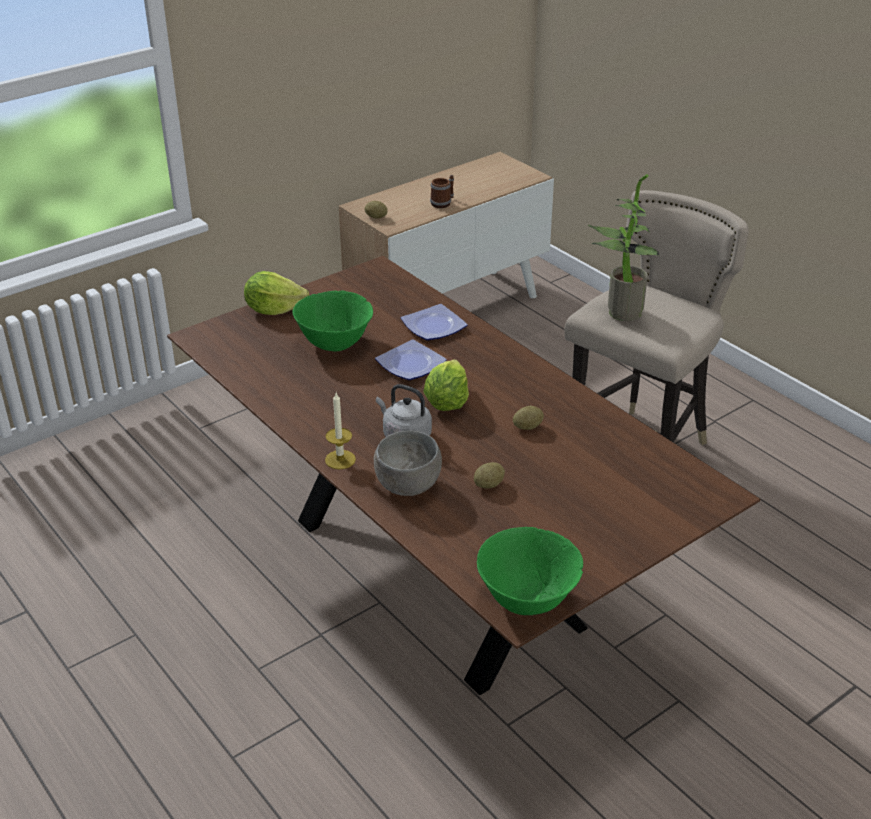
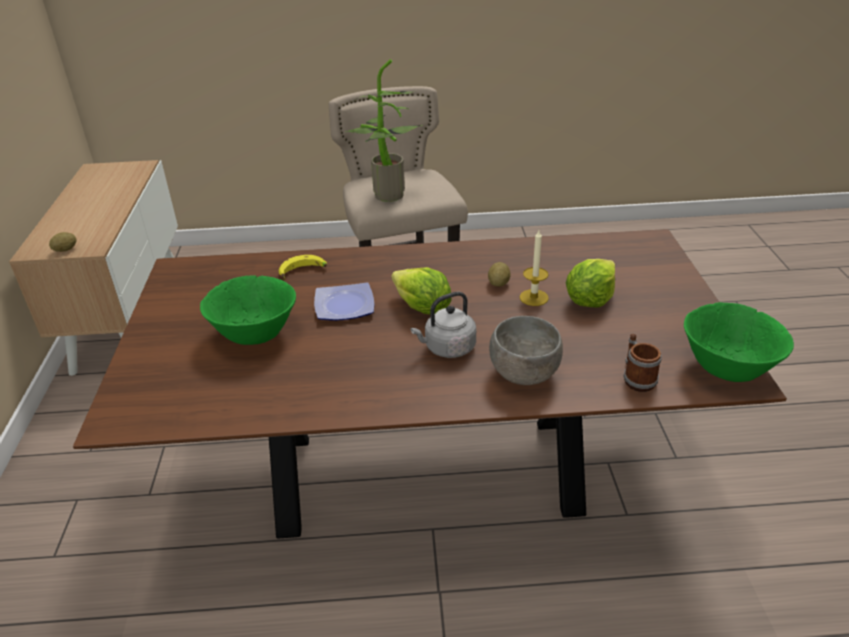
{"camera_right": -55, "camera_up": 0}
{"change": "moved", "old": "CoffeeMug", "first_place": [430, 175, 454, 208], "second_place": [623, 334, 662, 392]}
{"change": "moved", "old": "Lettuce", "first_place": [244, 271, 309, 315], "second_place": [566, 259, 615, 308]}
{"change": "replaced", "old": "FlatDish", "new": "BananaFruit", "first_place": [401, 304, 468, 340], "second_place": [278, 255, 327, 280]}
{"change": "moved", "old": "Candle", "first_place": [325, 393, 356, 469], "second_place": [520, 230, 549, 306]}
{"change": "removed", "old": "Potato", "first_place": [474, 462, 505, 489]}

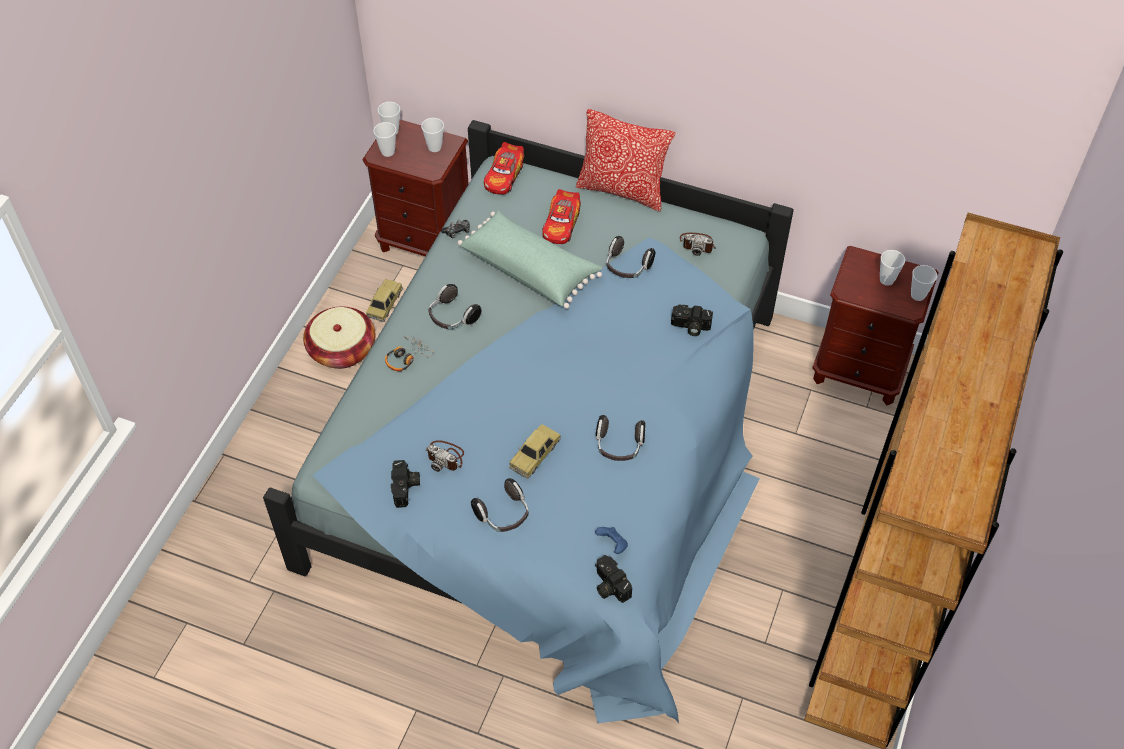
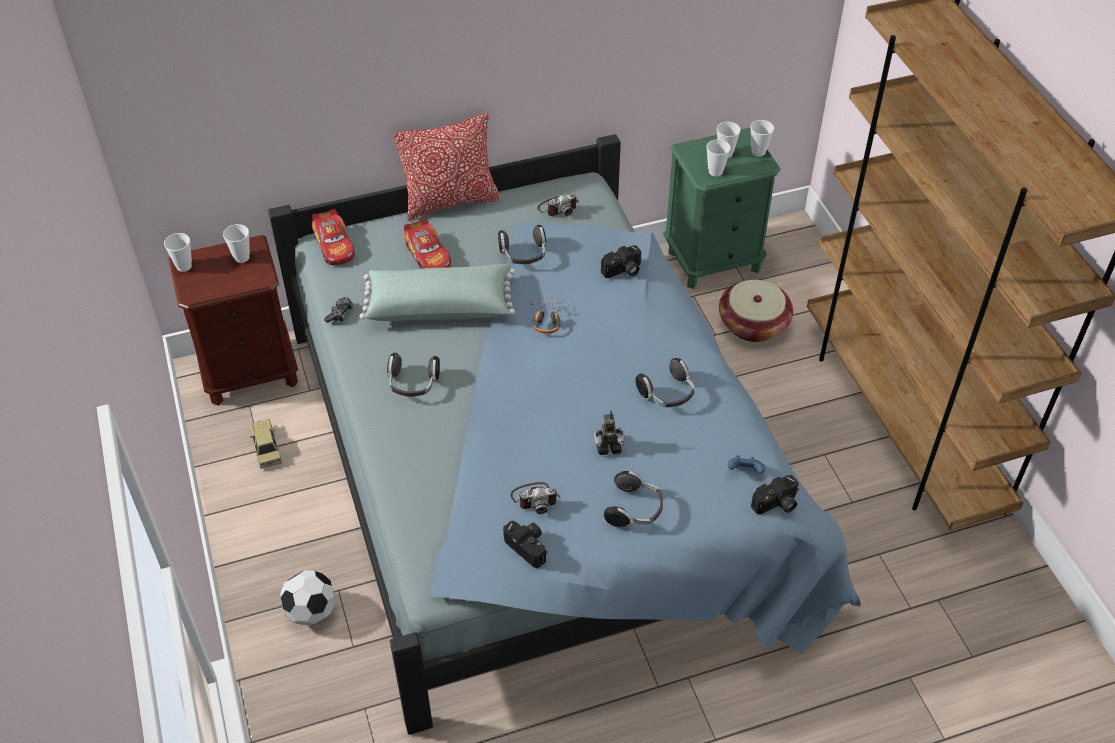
{"camera_right": -40, "camera_up": -5}
{"change": "moved", "old": "DrinkingCup", "first_place": [374, 122, 396, 157], "second_place": [706, 139, 731, 177]}
{"change": "recoloured", "old": "BrownColouredNightstand", "new": "GreenishNightstand", "first_place": [812, 246, 939, 405], "second_place": [663, 128, 780, 289]}
{"change": "moved", "old": "StorageBasket", "first_place": [303, 306, 375, 369], "second_place": [719, 280, 793, 342]}
{"change": "moved", "old": "Headset", "first_place": [385, 336, 433, 371], "second_place": [531, 298, 569, 334]}
{"change": "replaced", "old": "ModelCar", "new": "RobotFigure", "first_place": [509, 424, 561, 479], "second_place": [594, 410, 624, 455]}
{"change": "turned", "old": "StillCamera", "first_place": [595, 555, 632, 603], "second_place": [751, 475, 799, 514], "degrees": -45}
{"change": "added", "new": "FootballBall", "second_place": [280, 570, 335, 625]}

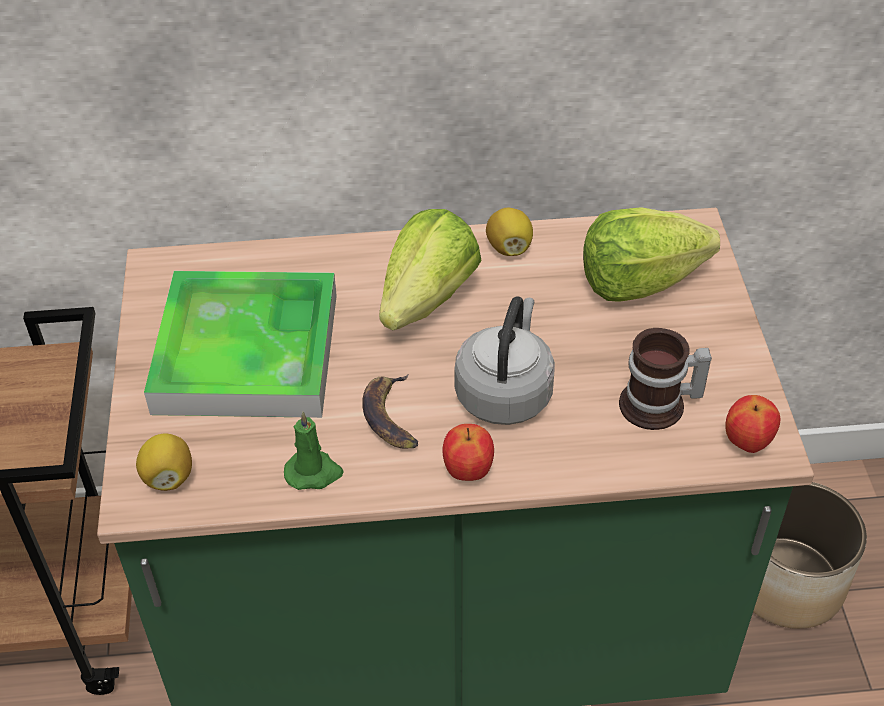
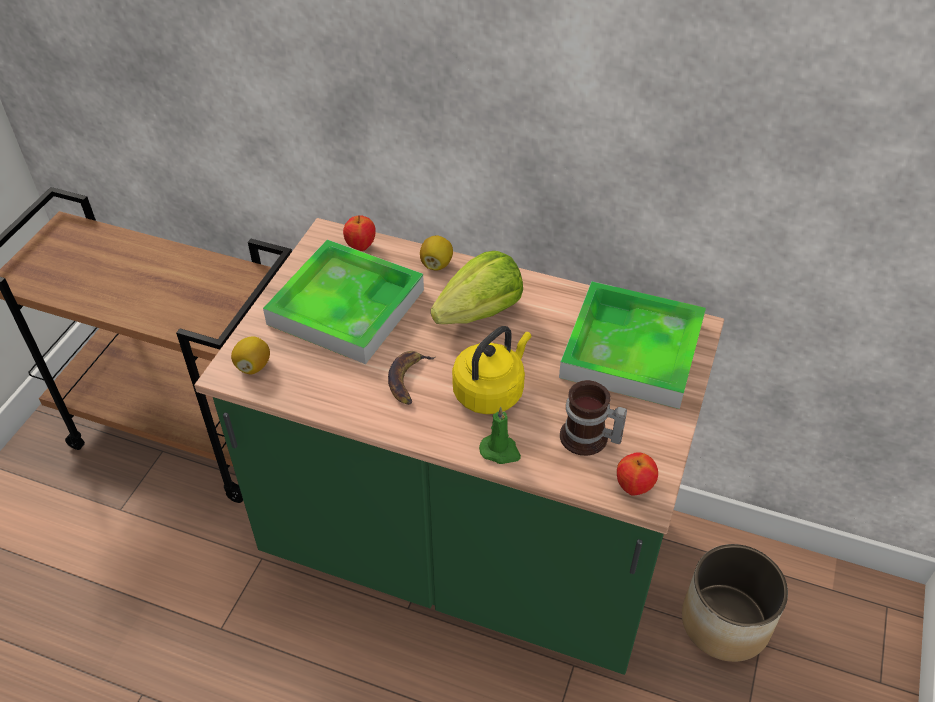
{"camera_right": 25, "camera_up": 0}
{"change": "replaced", "old": "Lettuce", "new": "ServingTray", "first_place": [583, 207, 720, 302], "second_place": [559, 281, 706, 409]}
{"change": "moved", "old": "WholeLemon", "first_place": [486, 208, 533, 256], "second_place": [420, 236, 453, 271]}
{"change": "recoloured", "old": "GreyWaterKettle", "new": "YellowishWaterKettle", "first_place": [455, 296, 555, 425], "second_place": [452, 326, 531, 414]}
{"change": "moved", "old": "GreenishCandle", "first_place": [284, 411, 344, 490], "second_place": [479, 407, 521, 464]}
{"change": "moved", "old": "AppleFruit", "first_place": [442, 424, 494, 481], "second_place": [343, 215, 376, 251]}

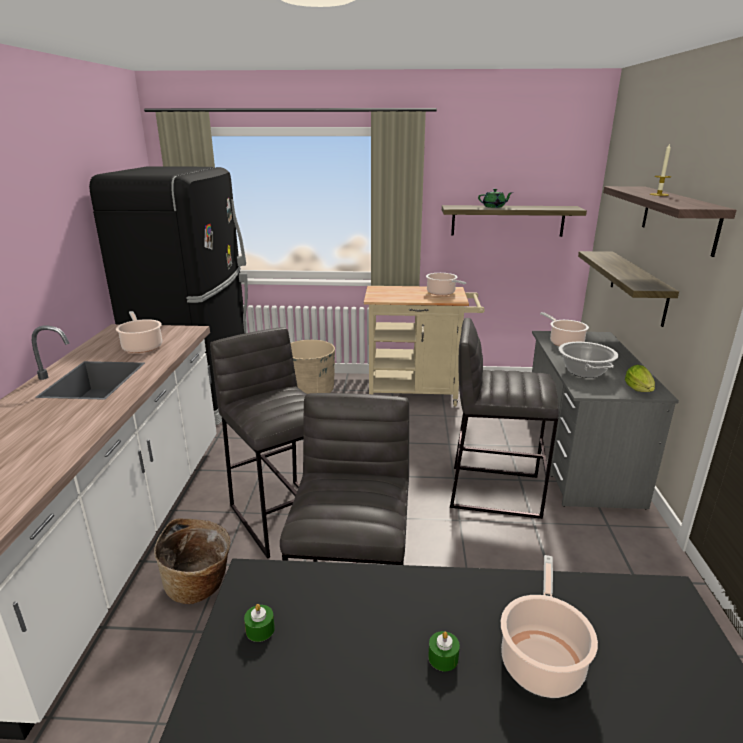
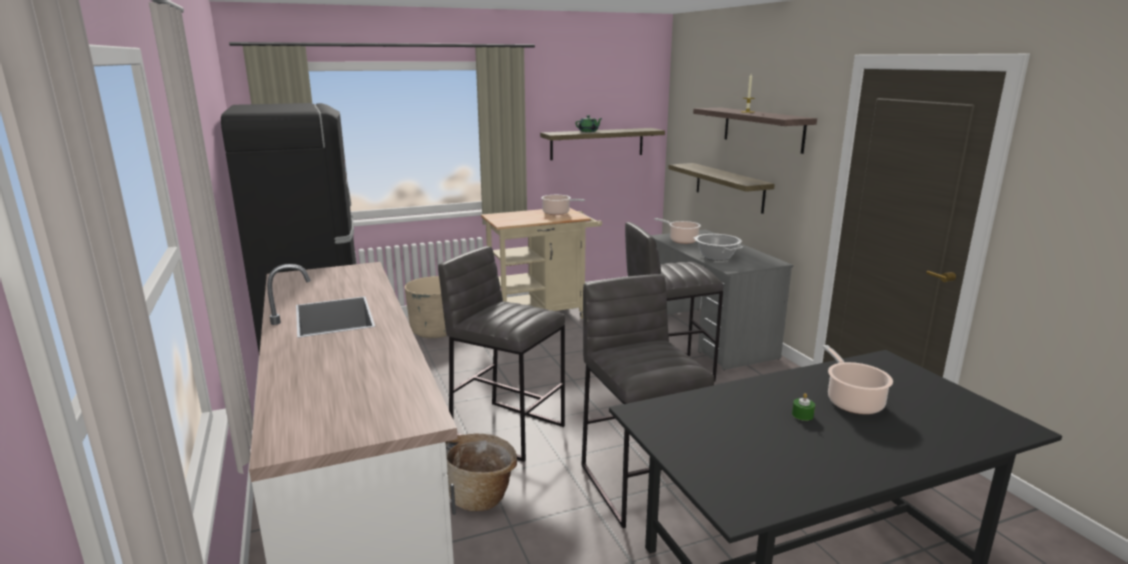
{"camera_right": -25, "camera_up": -5}
{"change": "removed", "old": "CookingPot", "first_place": [116, 311, 162, 353]}
{"change": "removed", "old": "Lettuce", "first_place": [625, 365, 655, 392]}
{"change": "removed", "old": "GreenishCandle", "first_place": [244, 604, 275, 642]}

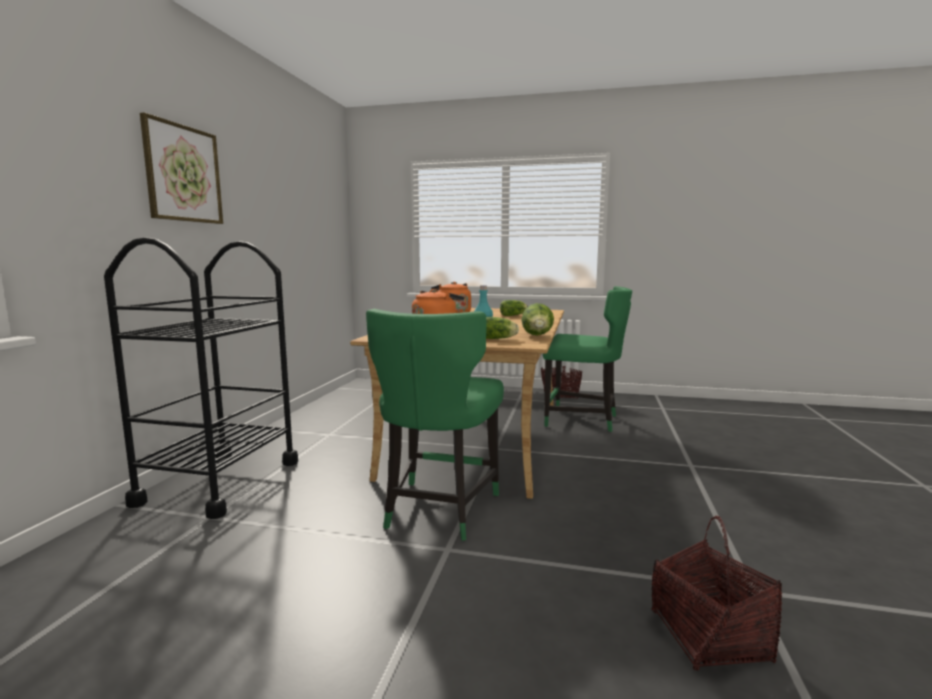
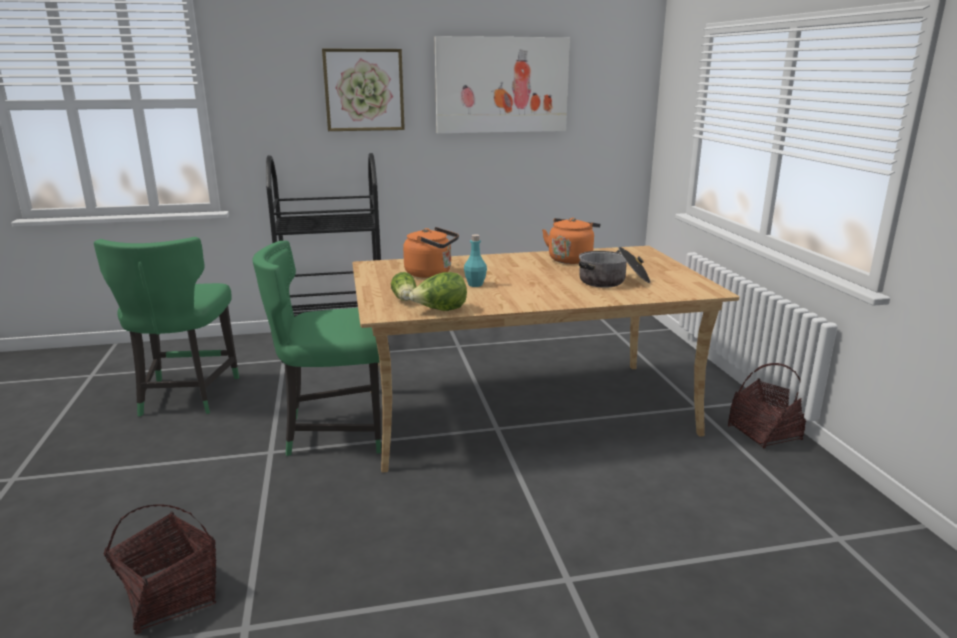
{"camera_right": 65, "camera_up": 10}
{"change": "moved", "old": "GreenishPlainChair", "first_place": [543, 286, 632, 432], "second_place": [94, 237, 239, 416]}
{"change": "replaced", "old": "Lettuce", "new": "CookingPot", "first_place": [500, 300, 528, 316], "second_place": [579, 247, 650, 288]}
{"change": "added", "new": "Picture", "second_place": [435, 36, 570, 133]}

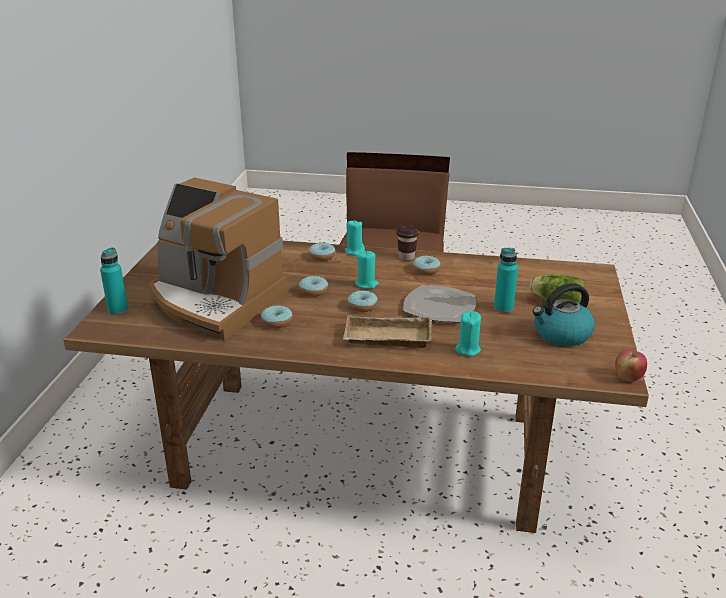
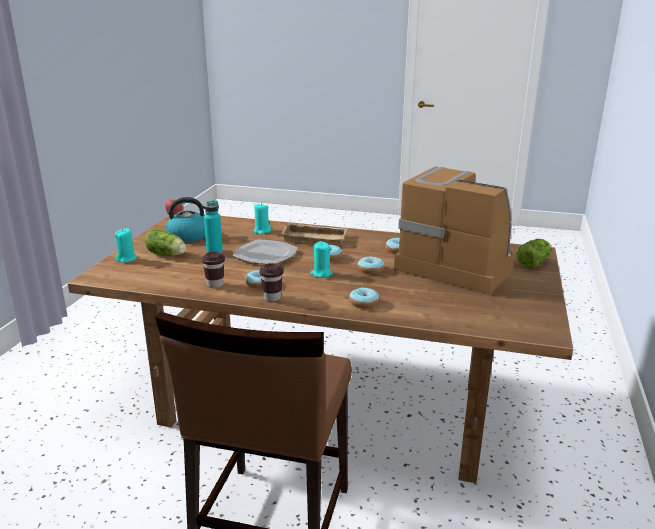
{"camera_right": -175, "camera_up": -5}
{"change": "moved", "old": "BlueGreenCandle", "first_place": [345, 220, 365, 256], "second_place": [115, 228, 137, 263]}
{"change": "replaced", "old": "BlueGreenDrinkBottle", "new": "Lettuce", "first_place": [100, 248, 128, 315], "second_place": [516, 239, 551, 268]}
{"change": "added", "new": "BrownColouredDrinkingCup", "second_place": [202, 251, 225, 288]}

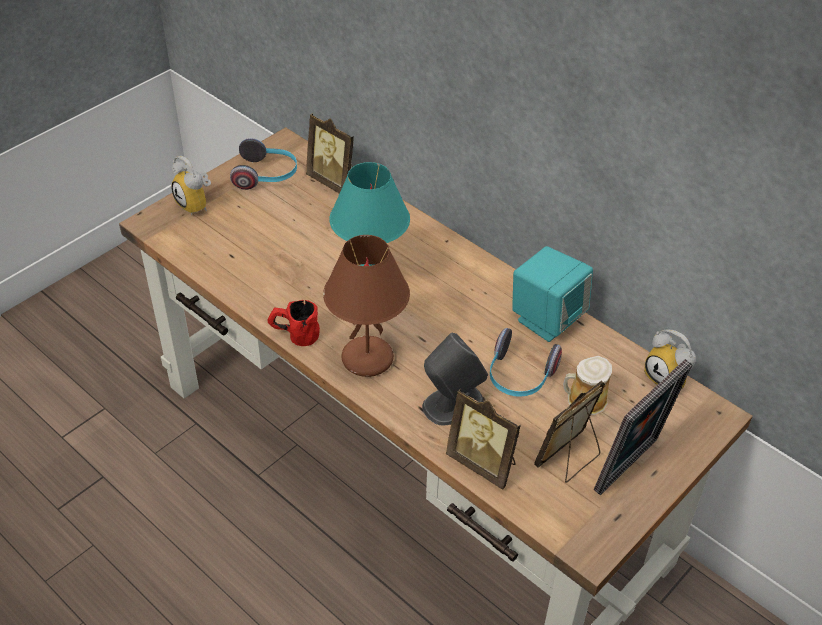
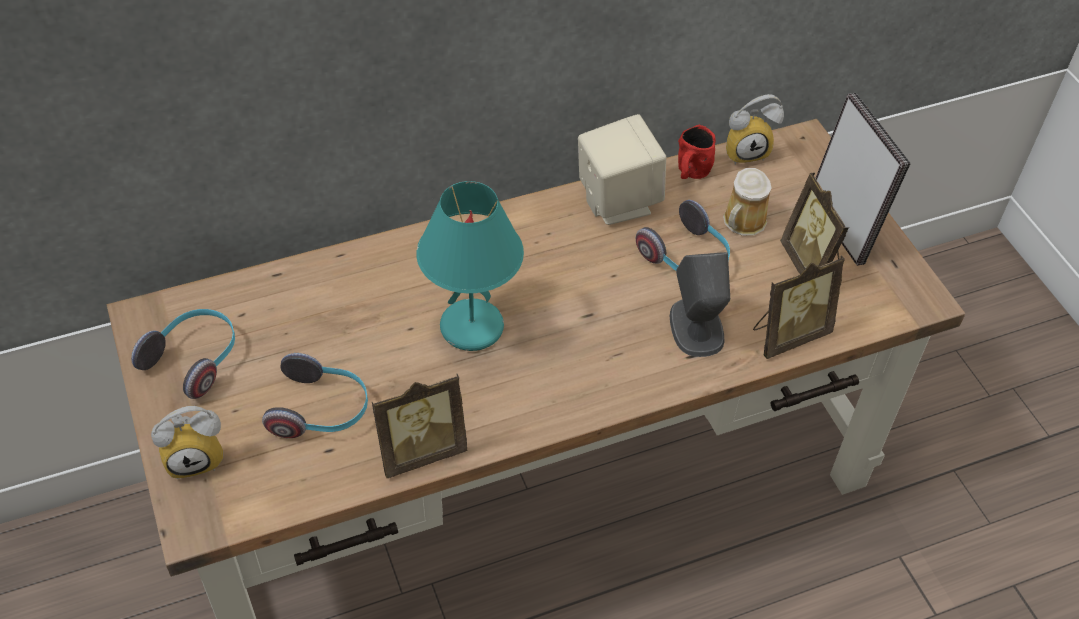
{"camera_right": -65, "camera_up": 5}
{"change": "moved", "old": "PhotoFrame", "first_place": [306, 113, 354, 194], "second_place": [372, 374, 467, 478]}
{"change": "removed", "old": "BrownColouredTabletopLamp", "first_place": [323, 235, 410, 377]}
{"change": "recoloured", "old": "BlueGreenAudioSpeaker", "new": "BeigeAudioSpeaker", "first_place": [512, 246, 593, 342], "second_place": [578, 114, 666, 225]}
{"change": "moved", "old": "RedColouredCoffeeMug", "first_place": [267, 300, 320, 346], "second_place": [678, 125, 716, 179]}
{"change": "added", "new": "Headset", "second_place": [262, 353, 368, 438]}

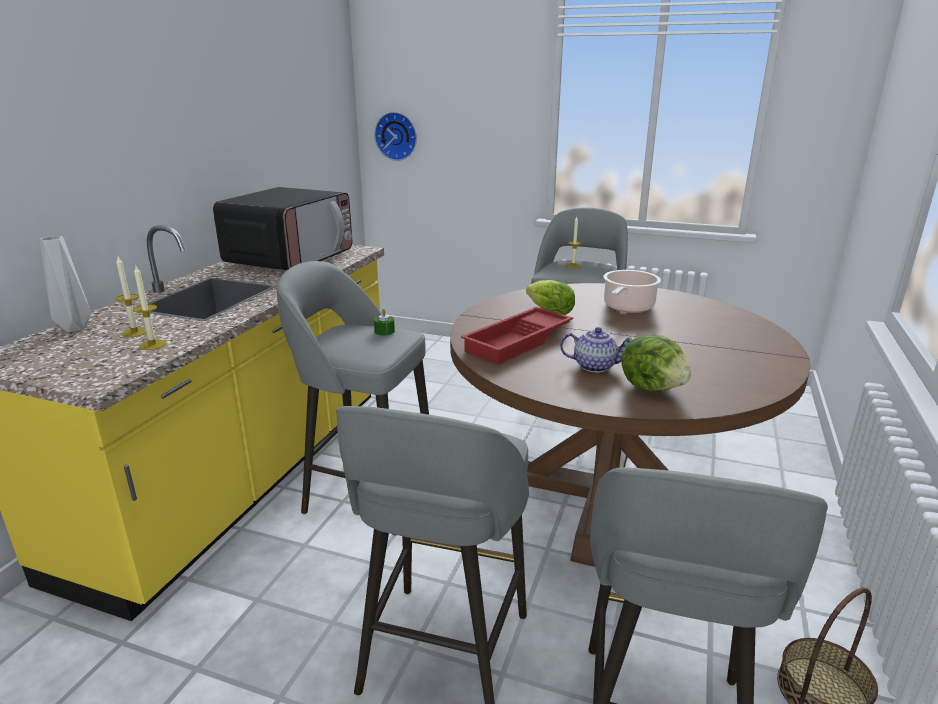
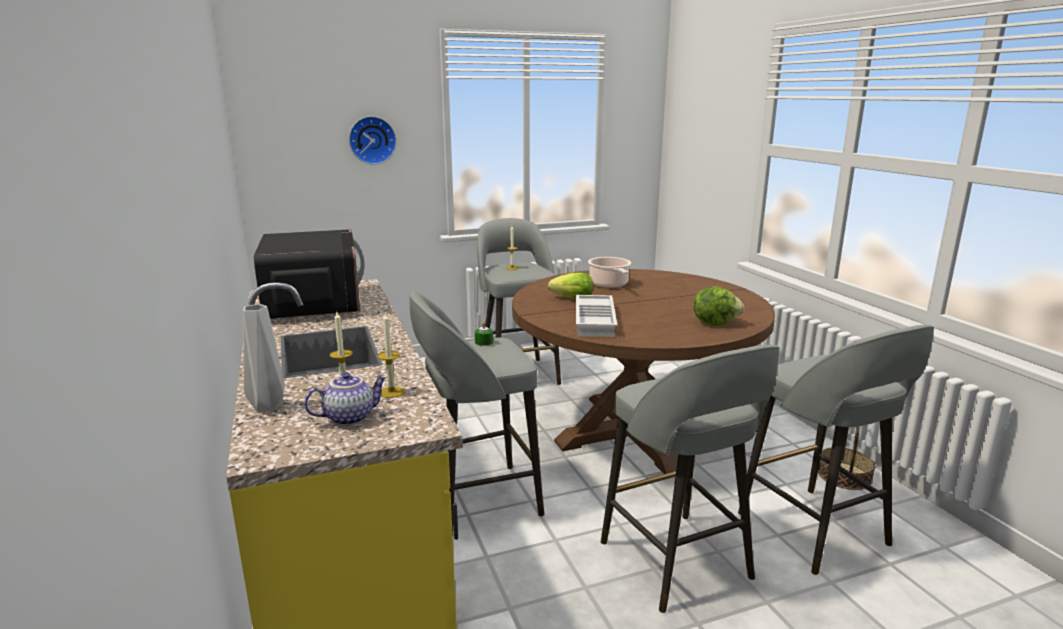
{"camera_right": -40, "camera_up": -5}
{"change": "moved", "old": "ClockOnTheWall", "first_place": [374, 112, 417, 161], "second_place": [349, 116, 397, 165]}
{"change": "recoloured", "old": "RedColouredServingTray", "new": "WhiteServingTray", "first_place": [461, 307, 573, 364], "second_place": [576, 295, 617, 337]}
{"change": "moved", "old": "Teapot", "first_place": [560, 327, 633, 373], "second_place": [304, 372, 388, 426]}

